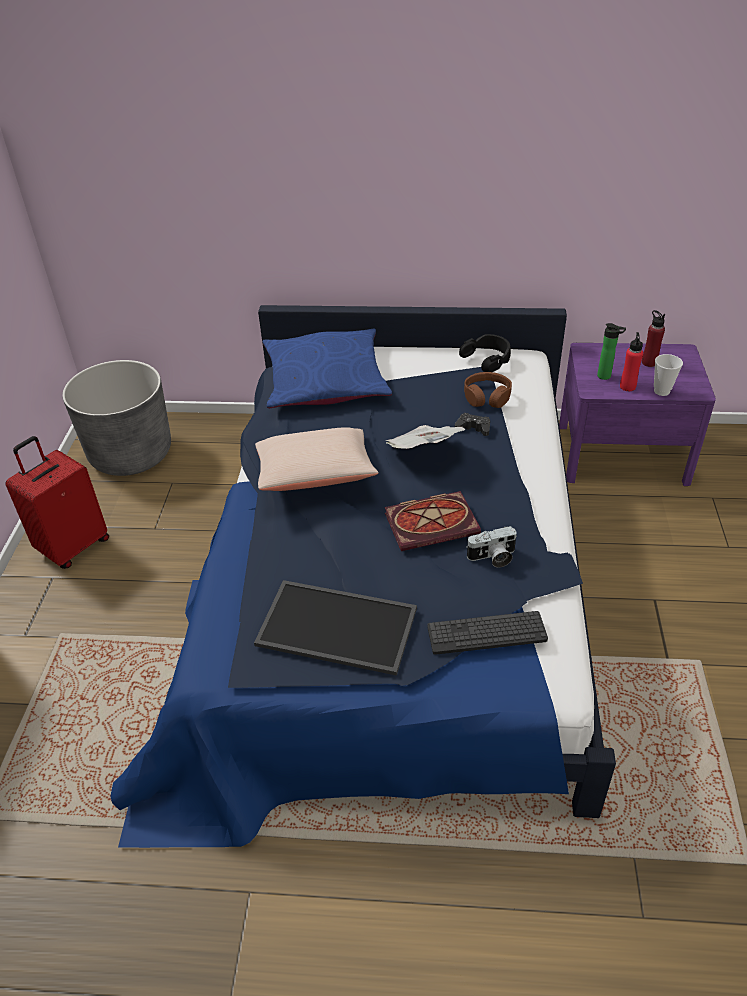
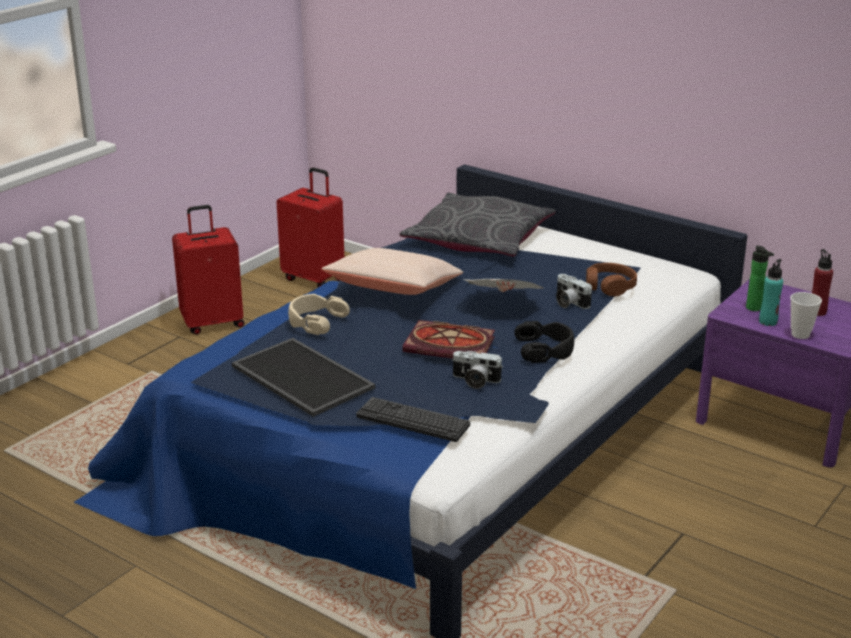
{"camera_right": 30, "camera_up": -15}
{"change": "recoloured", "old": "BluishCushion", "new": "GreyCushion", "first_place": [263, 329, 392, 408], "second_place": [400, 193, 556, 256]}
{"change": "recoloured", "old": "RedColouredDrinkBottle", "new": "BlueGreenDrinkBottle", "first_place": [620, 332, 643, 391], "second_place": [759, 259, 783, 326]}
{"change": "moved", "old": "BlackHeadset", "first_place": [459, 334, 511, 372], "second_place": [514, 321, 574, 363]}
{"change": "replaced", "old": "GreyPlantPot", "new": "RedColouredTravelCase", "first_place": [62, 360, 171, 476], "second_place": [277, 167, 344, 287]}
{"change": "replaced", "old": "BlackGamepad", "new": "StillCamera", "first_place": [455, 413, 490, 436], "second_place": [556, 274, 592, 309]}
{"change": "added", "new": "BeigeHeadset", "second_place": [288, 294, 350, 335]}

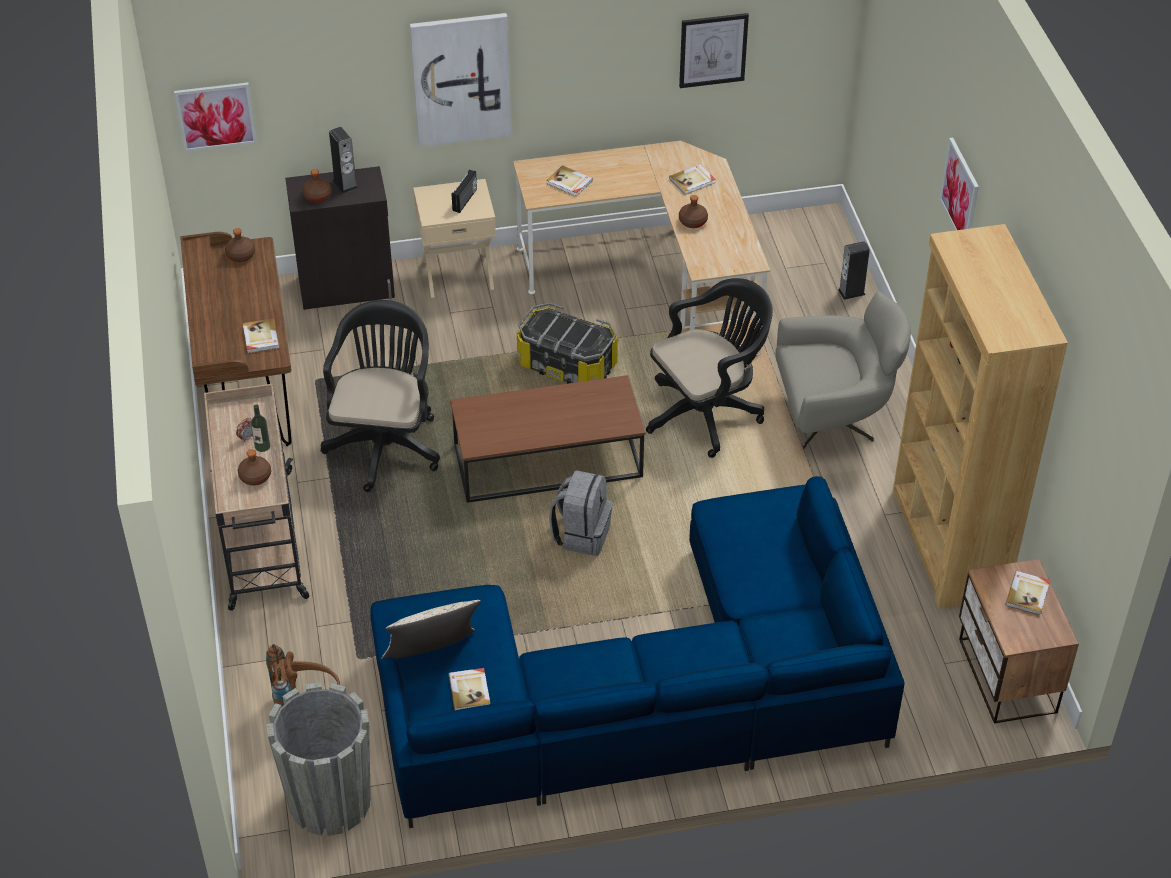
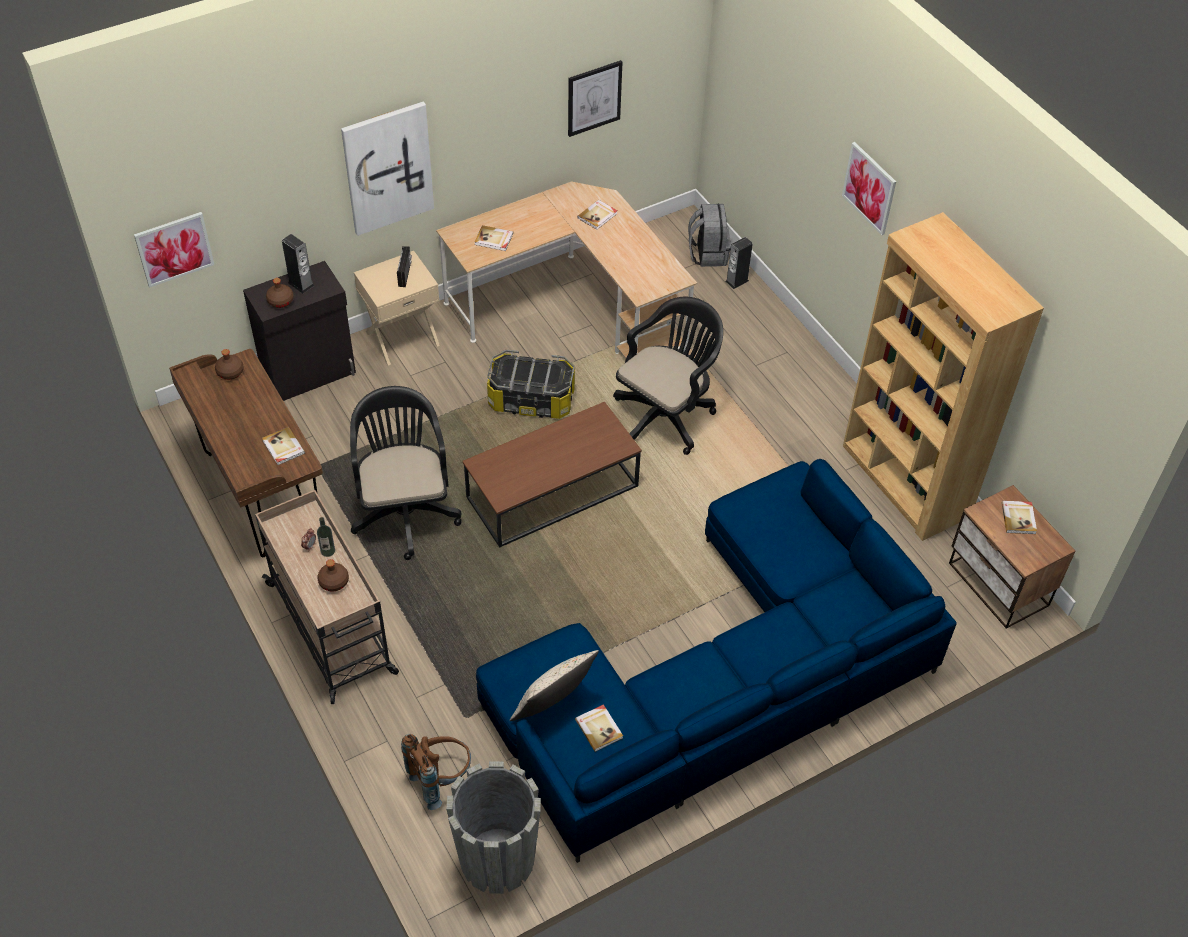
{"camera_right": -20, "camera_up": 5}
{"change": "removed", "old": "BrownColouredDrinkBottle", "first_place": [679, 195, 708, 228]}
{"change": "removed", "old": "GreyEasyChair", "first_place": [775, 292, 911, 448]}
{"change": "moved", "old": "GreyKnapsack", "first_place": [549, 470, 613, 556], "second_place": [688, 204, 731, 267]}

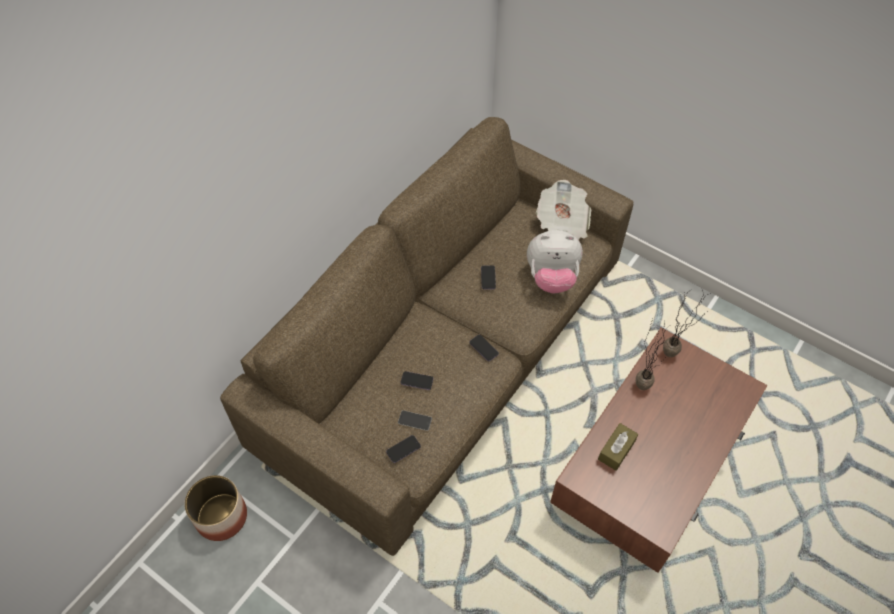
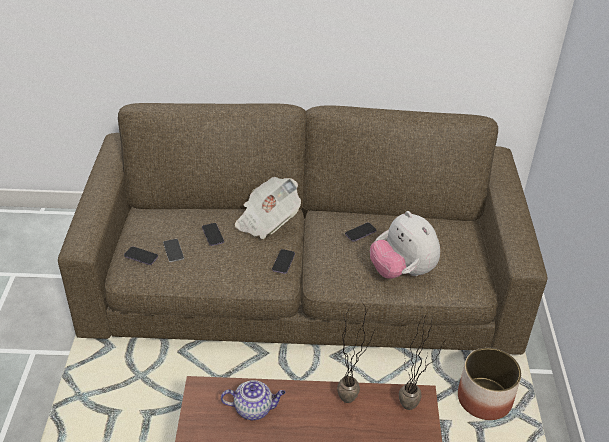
{"camera_right": 55, "camera_up": -15}
{"change": "moved", "old": "PrintedPaper", "first_place": [536, 180, 591, 240], "second_place": [235, 177, 301, 239]}
{"change": "replaced", "old": "BrownColouredTissueHolder", "new": "Teapot", "first_place": [598, 423, 638, 471], "second_place": [221, 380, 285, 420]}
{"change": "moved", "old": "PlantPot", "first_place": [184, 475, 247, 541], "second_place": [458, 348, 521, 420]}

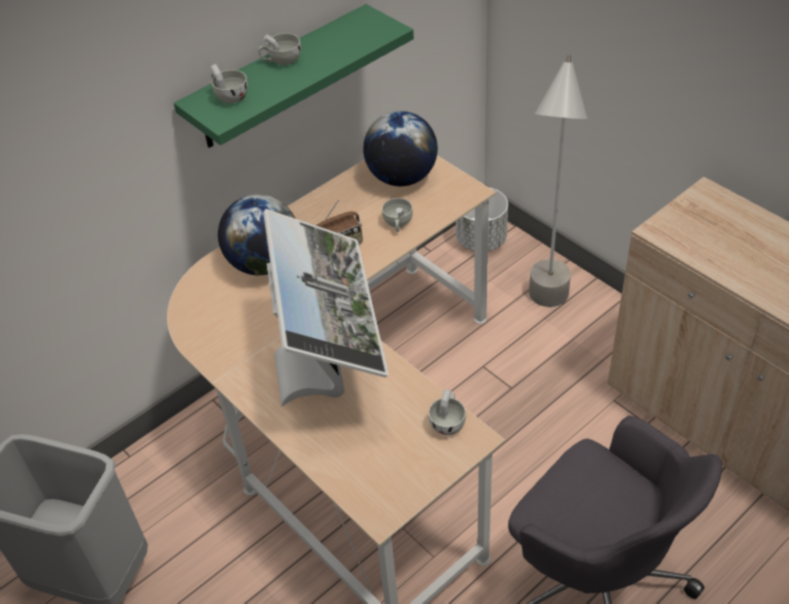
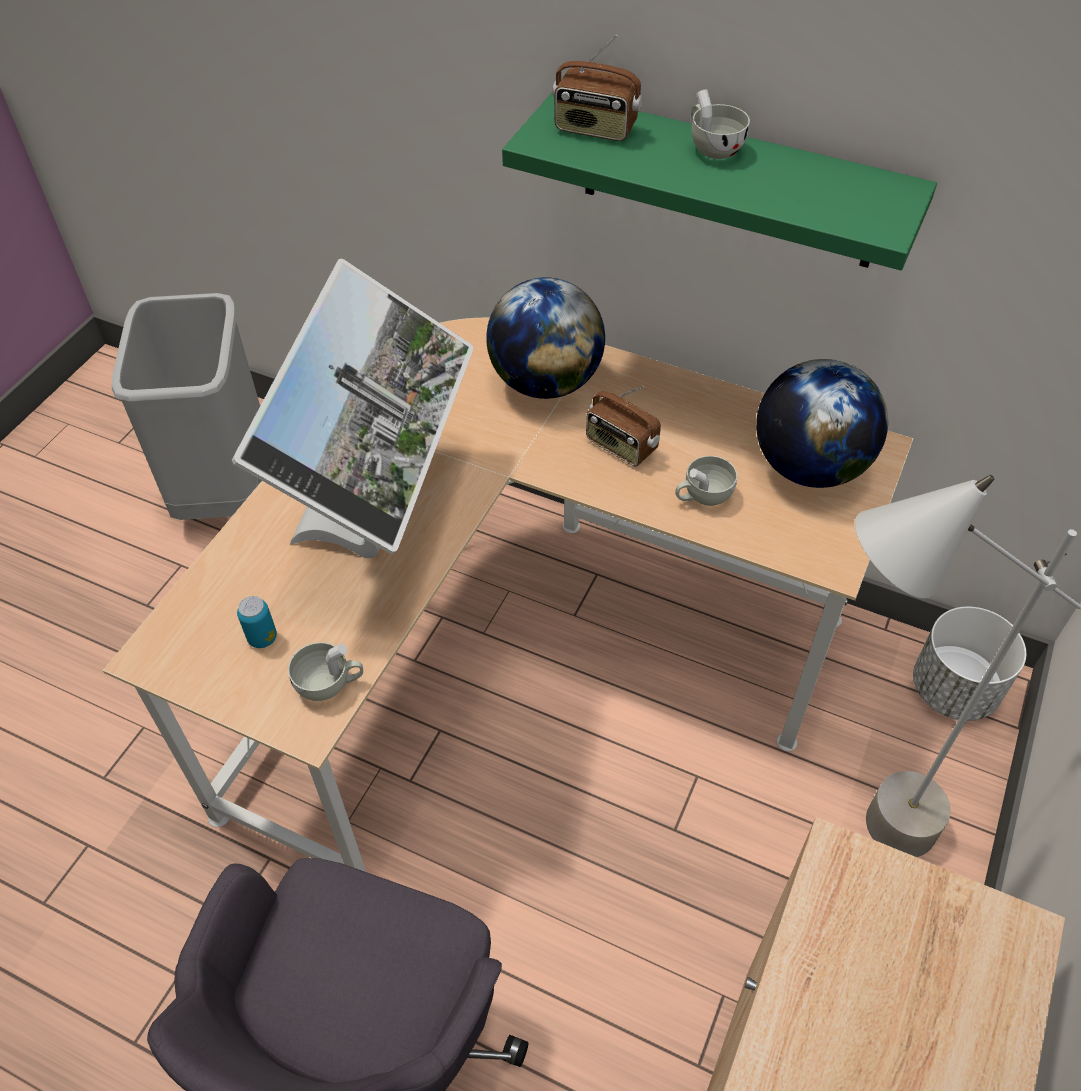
{"camera_right": 65, "camera_up": 5}
{"change": "replaced", "old": "WhiteDrinkingCup", "new": "RadioReceiver", "first_place": [210, 64, 248, 103], "second_place": [553, 35, 643, 141]}
{"change": "turned", "old": "ComputerDisplay", "first_place": [263, 209, 389, 406], "second_place": [232, 259, 473, 558], "degrees": -45}
{"change": "added", "new": "Can", "second_place": [237, 596, 277, 648]}

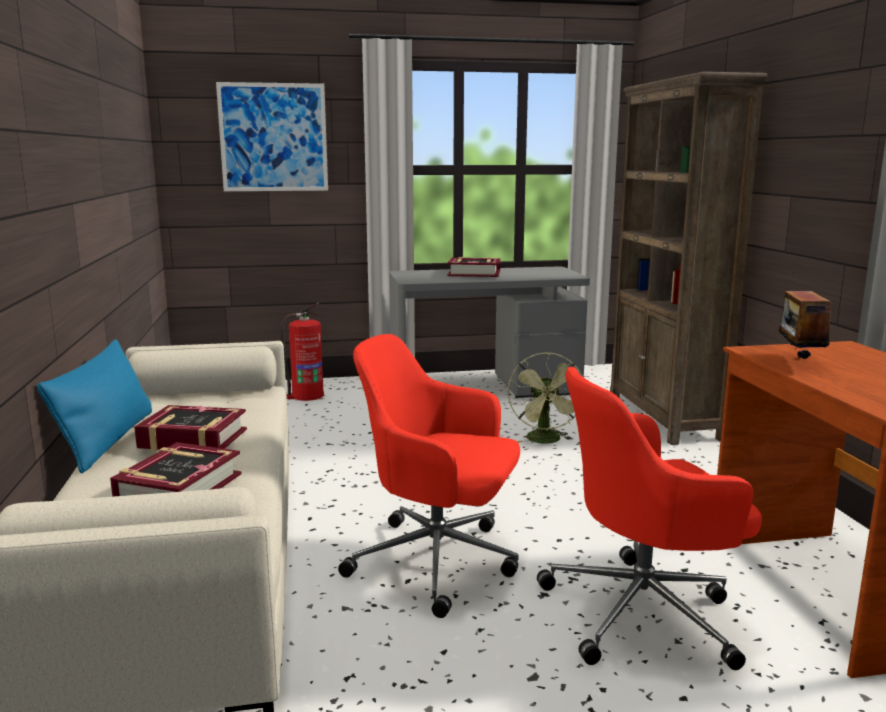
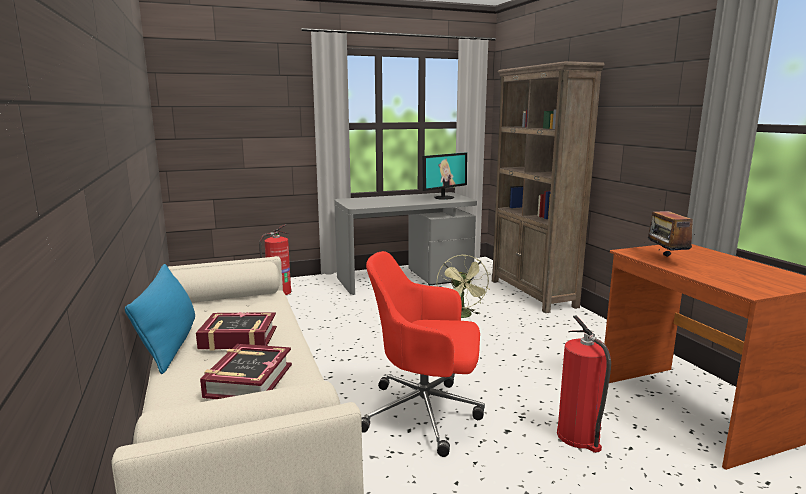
{"camera_right": -10, "camera_up": 0}
{"change": "removed", "old": "Picture", "first_place": [216, 82, 328, 191]}
{"change": "removed", "old": "Volume", "first_place": [447, 257, 500, 277]}
{"change": "replaced", "old": "RedColouredComputerChair", "new": "FireFightingCylinder", "first_place": [537, 367, 762, 670], "second_place": [557, 316, 611, 453]}
{"change": "added", "new": "ComputerDisplay", "second_place": [422, 152, 467, 200]}

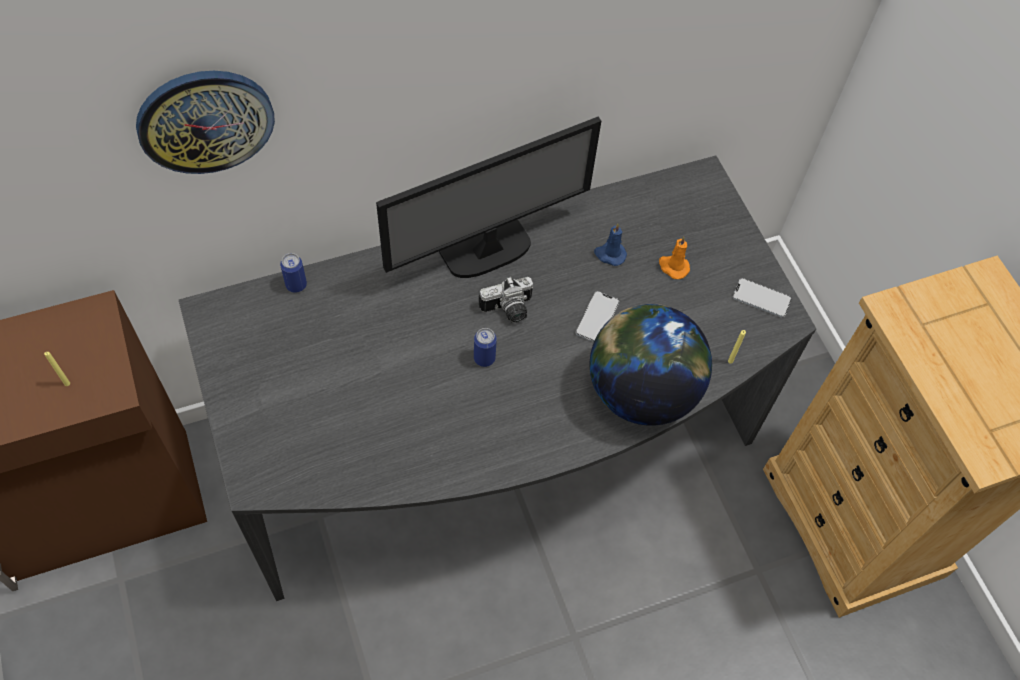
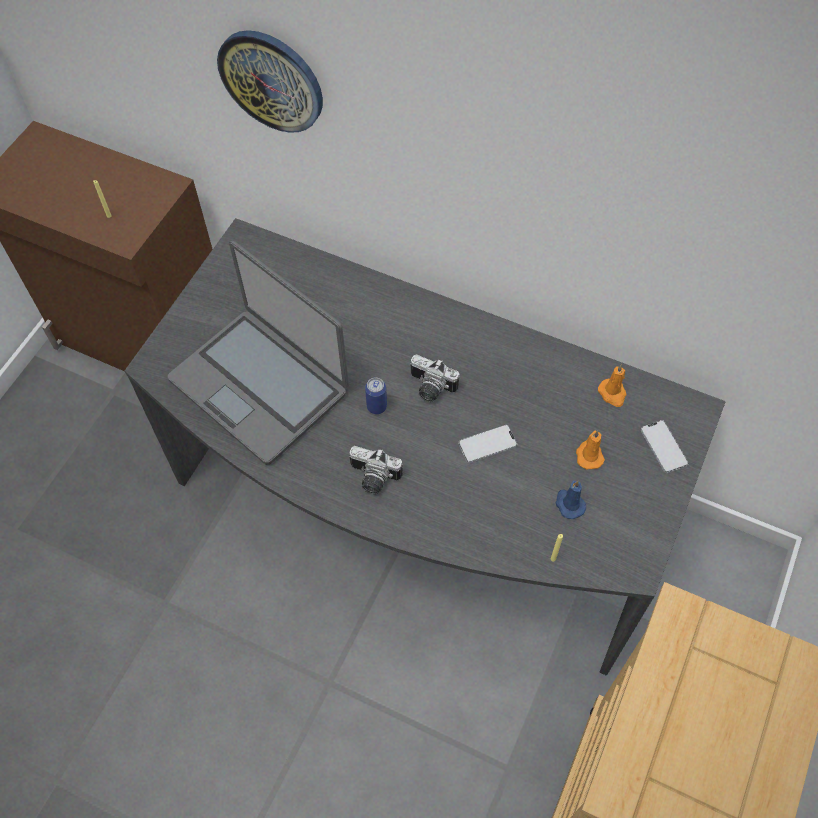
{"camera_right": 50, "camera_up": 0}
{"change": "removed", "old": "ComputerDisplay", "first_place": [376, 117, 601, 278]}
{"change": "moved", "old": "BluishCandle", "first_place": [594, 224, 627, 266], "second_place": [555, 480, 586, 519]}
{"change": "removed", "old": "Can", "first_place": [280, 253, 307, 293]}
{"change": "moved", "old": "Handset", "first_place": [733, 278, 792, 318], "second_place": [641, 420, 689, 473]}
{"change": "removed", "old": "WorldGlobe", "first_place": [590, 304, 712, 426]}
{"change": "added", "new": "Laptop", "second_place": [168, 241, 349, 465]}
{"change": "added", "new": "OrangeCandle", "second_place": [598, 364, 626, 407]}
{"change": "added", "new": "StillCamera", "second_place": [349, 446, 403, 494]}

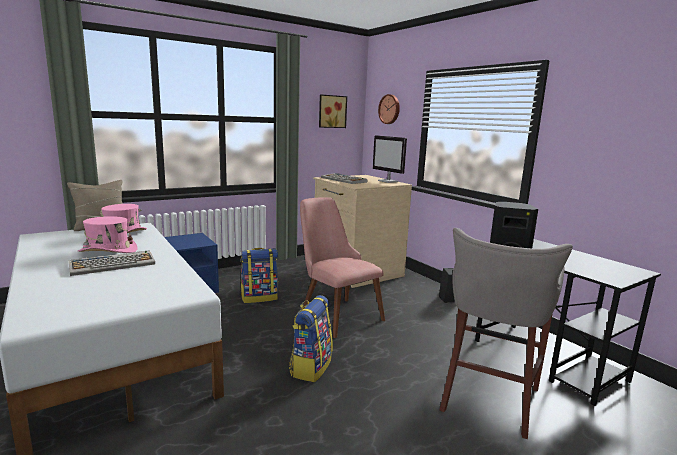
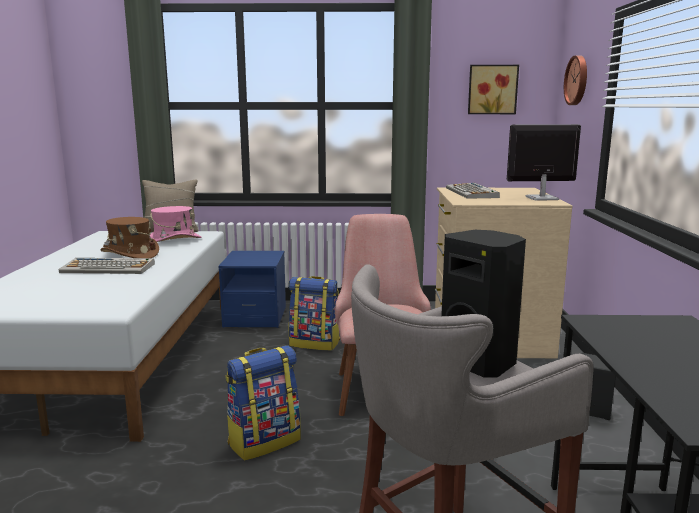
{"camera_right": 35, "camera_up": 0}
{"change": "turned", "old": "ComputerDisplay", "first_place": [373, 135, 407, 183], "second_place": [507, 124, 581, 200], "degrees": 90}
{"change": "recoloured", "old": "PinkishClothingHat", "new": "BrownColouredClothingHat", "first_place": [78, 216, 138, 253], "second_place": [101, 217, 159, 258]}

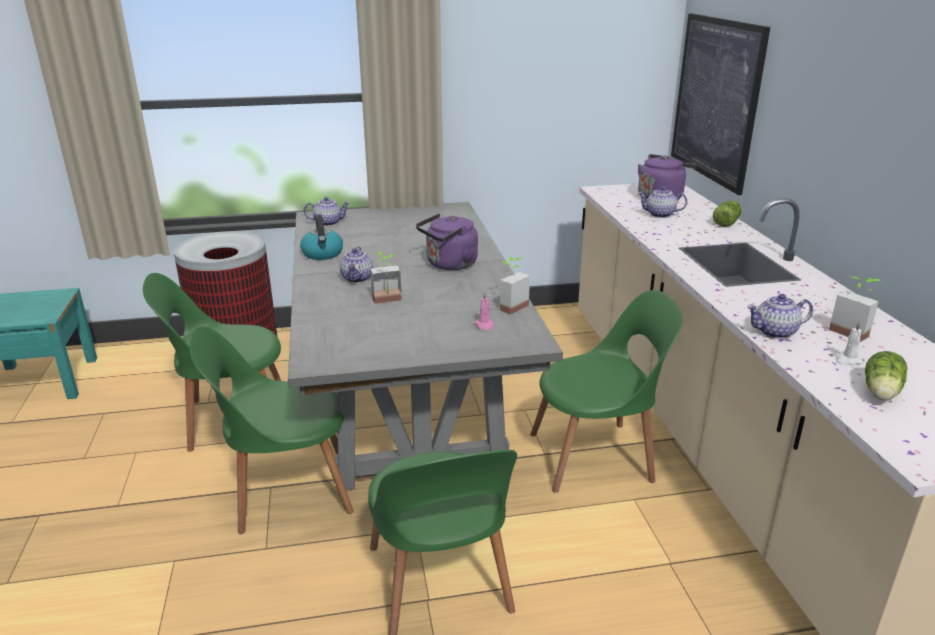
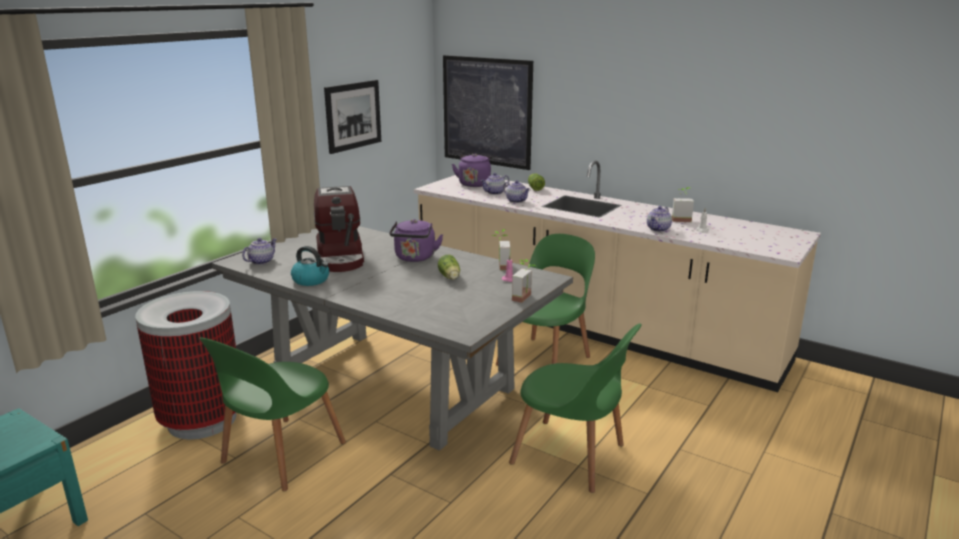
{"camera_right": -45, "camera_up": -5}
{"change": "moved", "old": "Teapot", "first_place": [340, 246, 373, 283], "second_place": [503, 180, 530, 203]}
{"change": "moved", "old": "PlantInAPot", "first_place": [370, 252, 402, 304], "second_place": [512, 259, 536, 303]}
{"change": "removed", "old": "GreenishPlainChair", "first_place": [190, 326, 353, 534]}
{"change": "moved", "old": "Lettuce", "first_place": [865, 351, 908, 400], "second_place": [438, 255, 460, 279]}
{"change": "added", "new": "Picture", "second_place": [324, 80, 381, 154]}
{"change": "added", "new": "CoffeeMachine", "second_place": [314, 186, 364, 272]}

